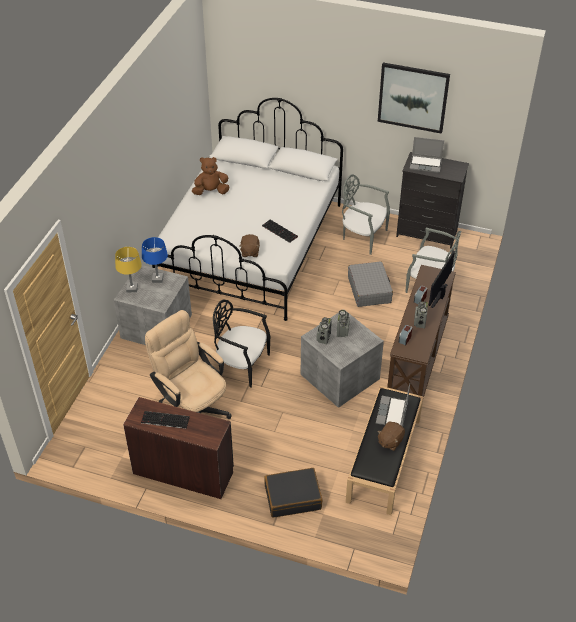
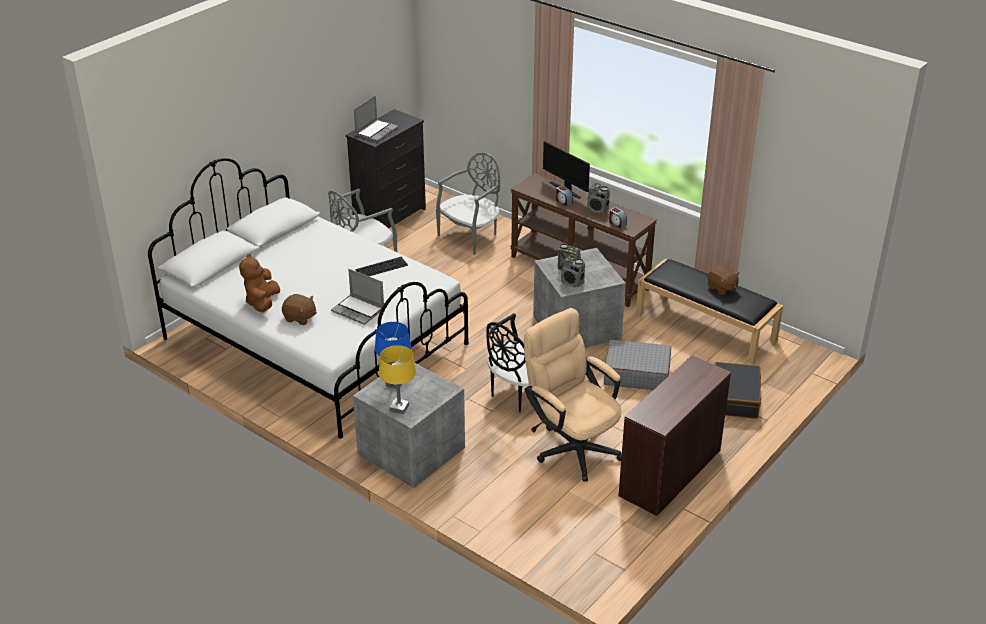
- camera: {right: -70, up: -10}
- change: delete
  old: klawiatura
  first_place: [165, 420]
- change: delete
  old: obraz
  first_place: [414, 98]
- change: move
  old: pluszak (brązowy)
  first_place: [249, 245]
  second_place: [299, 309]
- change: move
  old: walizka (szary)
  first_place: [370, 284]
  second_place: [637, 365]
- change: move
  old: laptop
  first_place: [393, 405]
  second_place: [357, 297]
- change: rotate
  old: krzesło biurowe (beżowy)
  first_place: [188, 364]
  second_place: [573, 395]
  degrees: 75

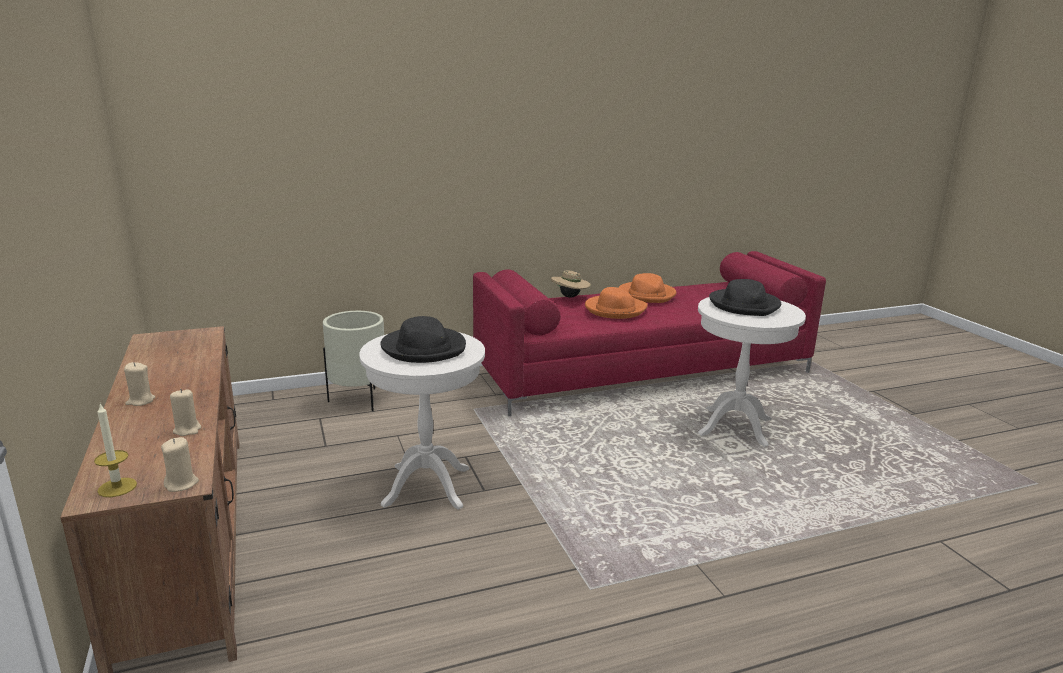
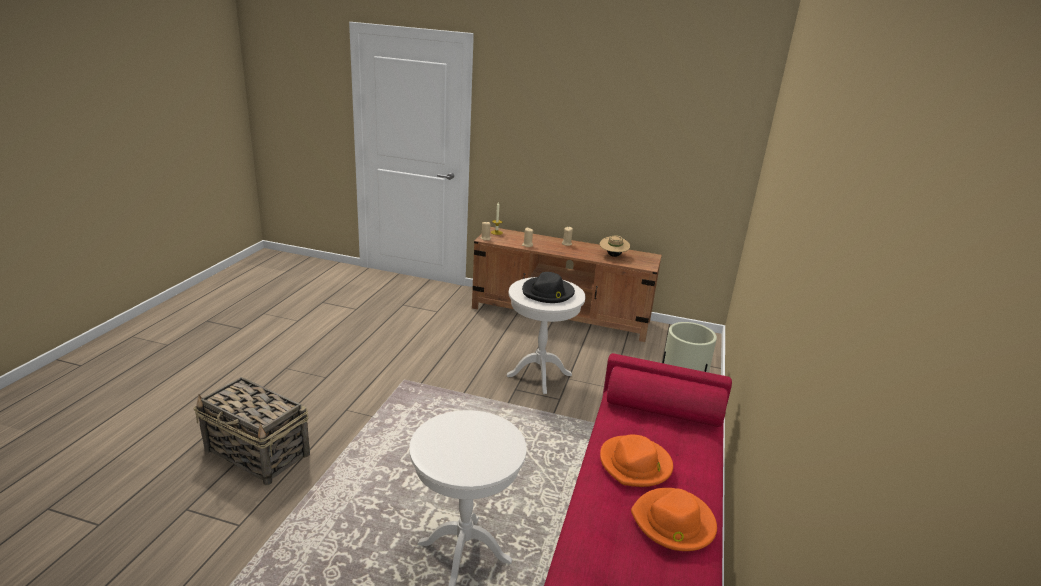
- camera: {right: 125, up: 5}
- change: delete
  old: kapelusz (czarny)
  first_place: [745, 297]
- change: insert
  new: koszyk
  second_place: [251, 431]
- change: move
  old: kapelusz (beżowy)
  first_place: [571, 284]
  second_place: [614, 246]

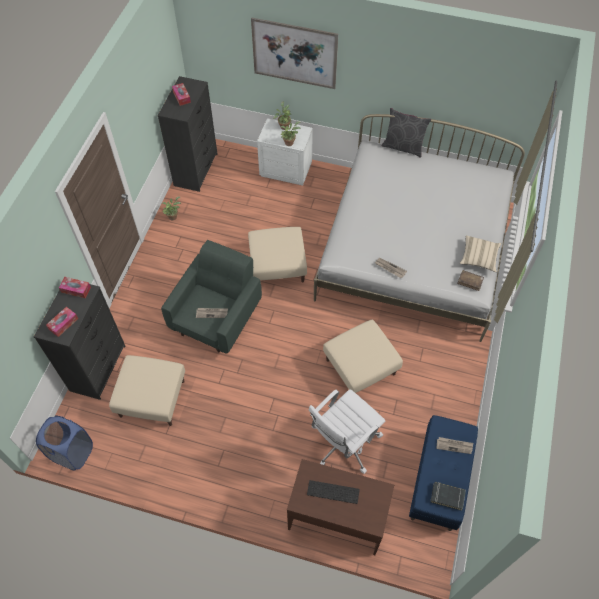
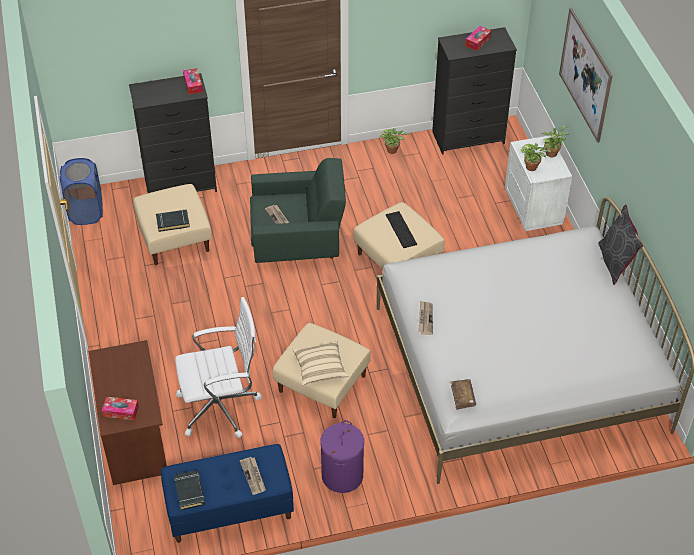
- camera: {right: 60, up: -10}
- change: insert
  new: książka (czarny)
  second_place: [173, 220]
- change: insert
  new: kosz na pranie (fioletowy)
  second_place: [342, 456]
- change: move
  old: pudełko chusteczek
  first_place: [62, 322]
  second_place: [120, 408]
- change: move
  old: klawiatura
  first_place: [333, 492]
  second_place: [401, 229]
- change: move
  old: poduszka (beżowy)
  first_place: [480, 253]
  second_place: [320, 363]
- change: rotate
  old: krzesło biurowe (biały)
  first_place: [347, 431]
  second_place: [218, 367]
  degrees: 150

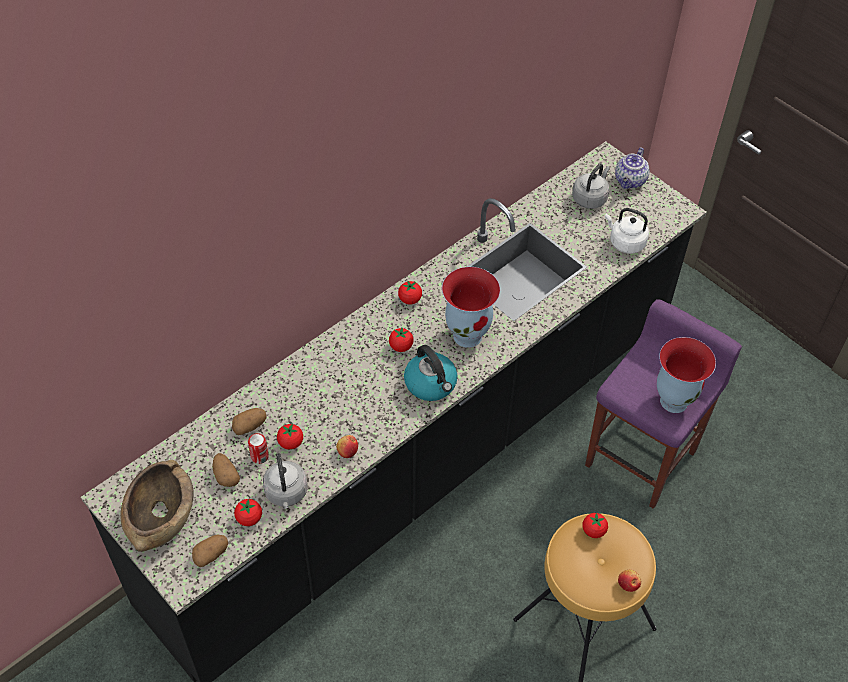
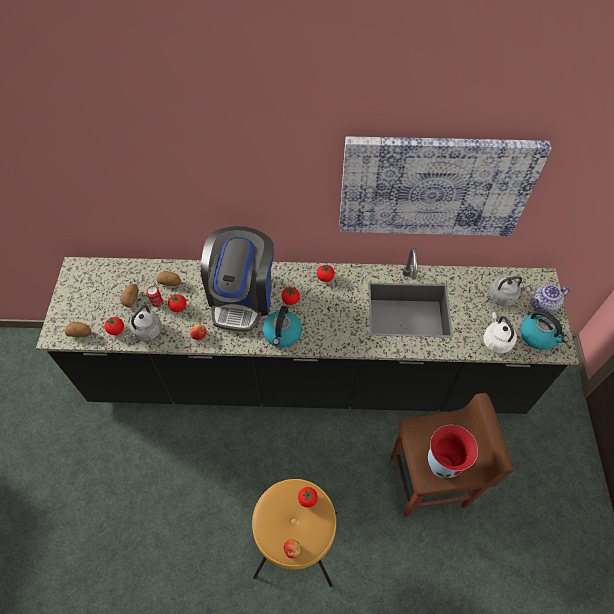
- camera: {right: 45, up: 5}
- change: delete
  old: miska (brązowy)
  first_place: [157, 506]
- change: delete
  old: wazon
  first_place: [471, 307]
- change: insert
  new: ekspres do kawy
  second_place: [237, 279]
- change: insert
  new: obraz
  second_place: [445, 186]
- change: insert
  new: czajnik
  second_place: [545, 330]
- change: recolor
  old: stołek (fioletowy)
  new: stołek (brązowy)
  first_place: [663, 404]
  second_place: [452, 455]

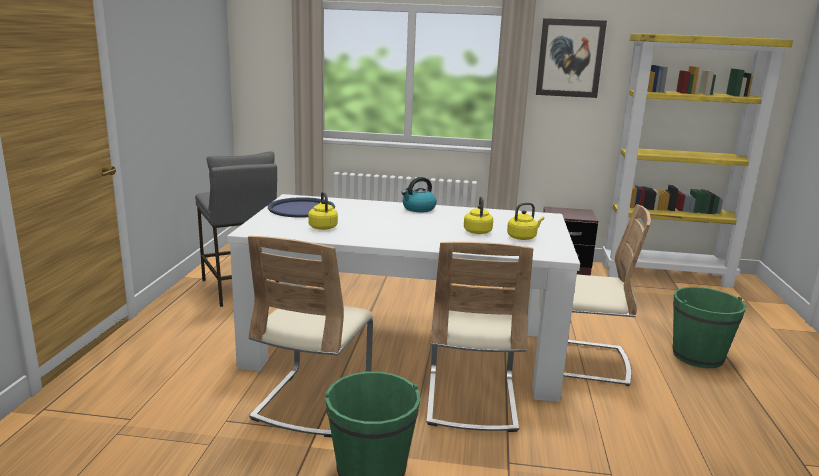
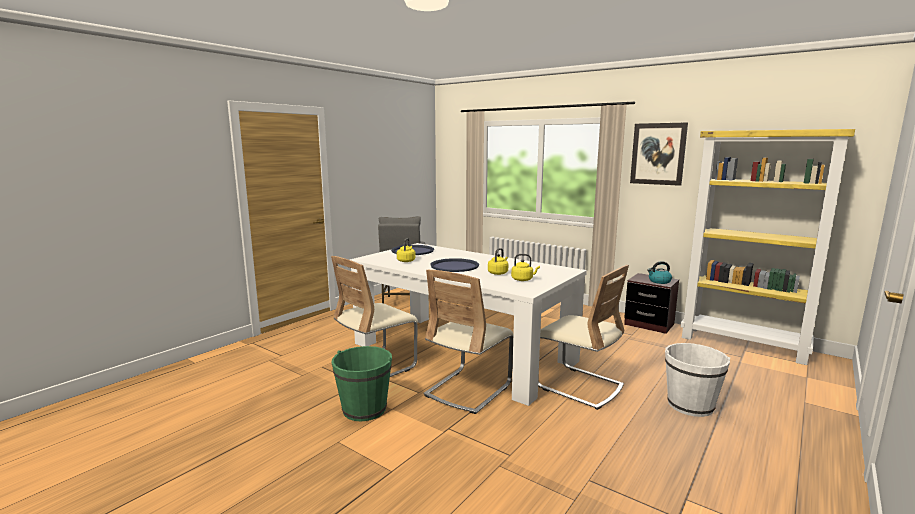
- camera: {right: 30, up: -5}
- change: insert
  new: taca (niebieski)
  second_place: [454, 265]
- change: move
  old: czajnik
  first_place: [418, 194]
  second_place: [659, 272]
- change: recolor
  old: wiadro (zielony)
  new: wiadro (biały)
  first_place: [709, 327]
  second_place: [697, 380]

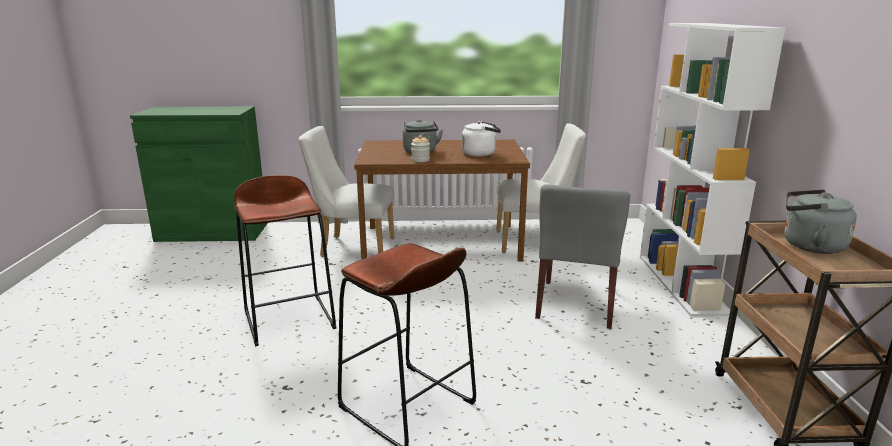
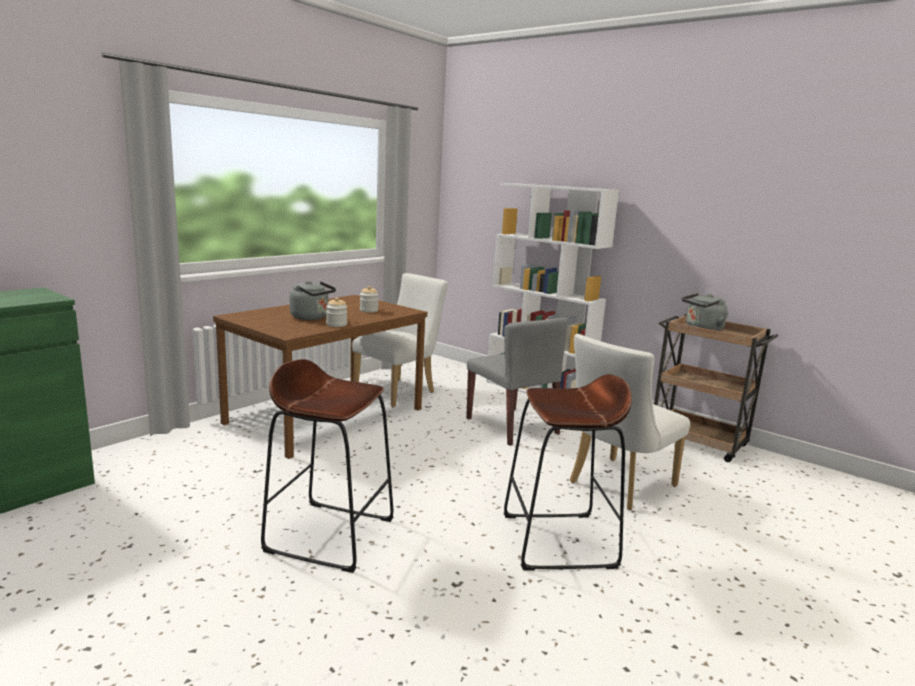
- camera: {right: -50, up: -5}
- change: move
  old: krzesło (biały)
  first_place: [346, 191]
  second_place: [630, 422]
- change: replace
  old: czajnik (biały)
  new: słoik
  first_place: [481, 139]
  second_place: [369, 299]

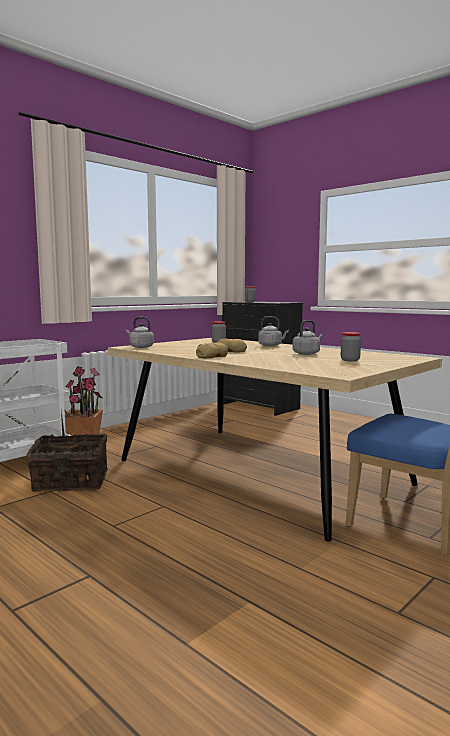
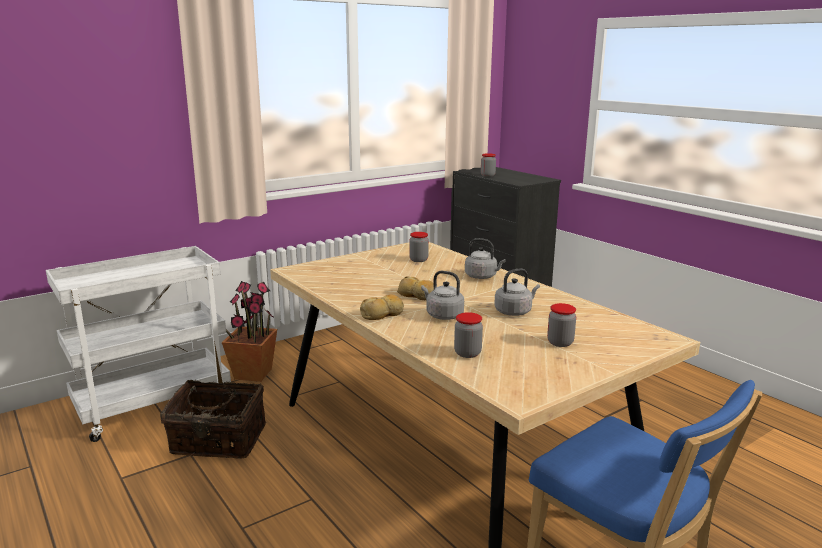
- camera: {right: 10, up: 10}
- change: insert
  new: słoik
  second_place: [468, 335]
- change: move
  old: czajnik (szary)
  first_place: [140, 332]
  second_place: [442, 295]

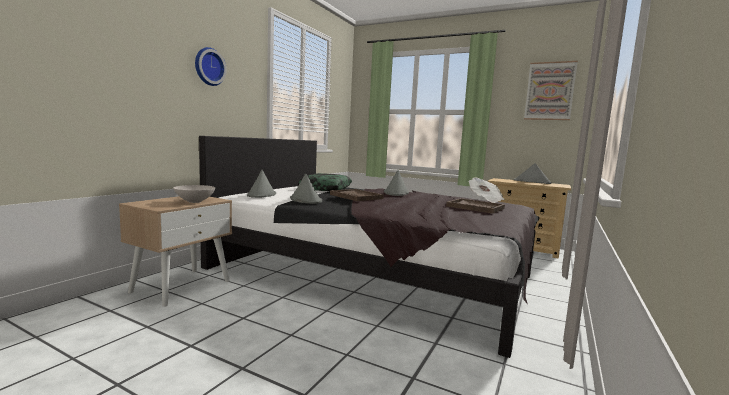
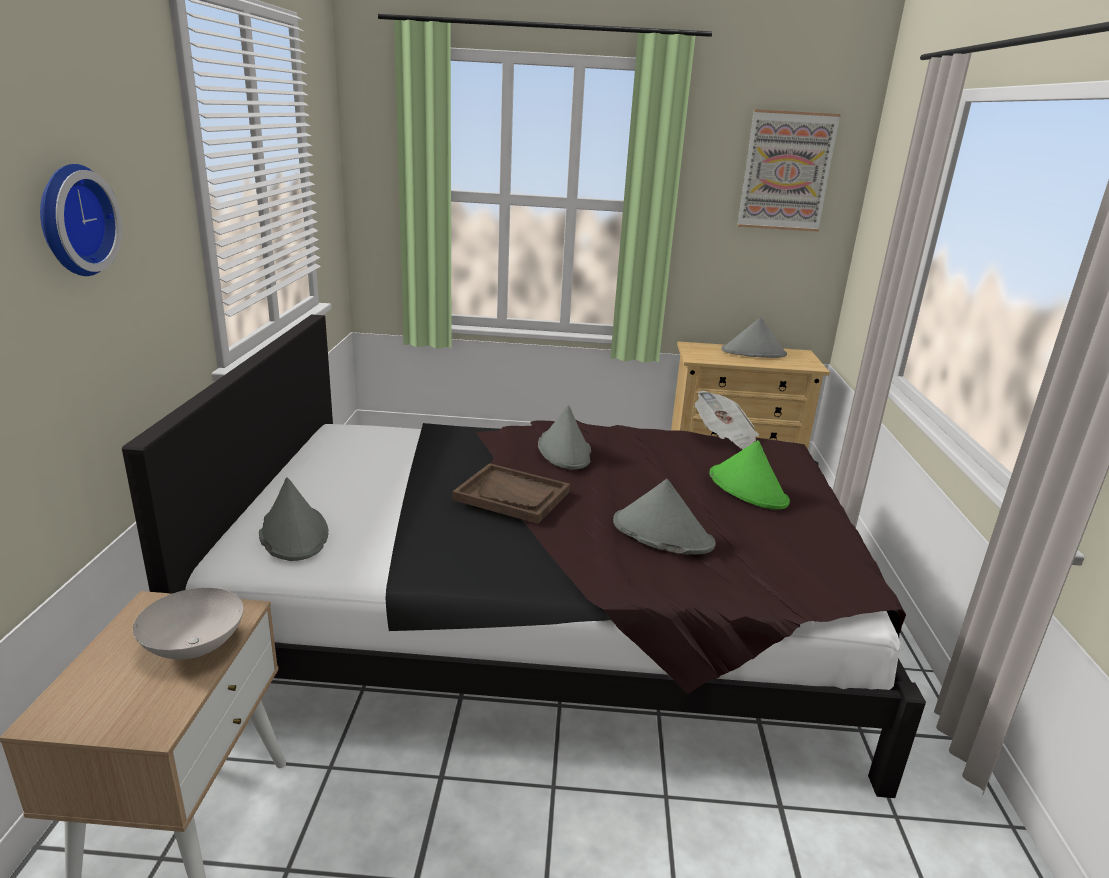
- camera: {right: -25, up: 15}
- change: delete
  old: poduszka
  first_place: [325, 182]
- change: move
  old: kapelusz (szary)
  first_place: [306, 189]
  second_place: [664, 517]
- change: replace
  old: taca (brązowy)
  new: kapelusz (zielony)
  first_place: [475, 206]
  second_place: [749, 475]

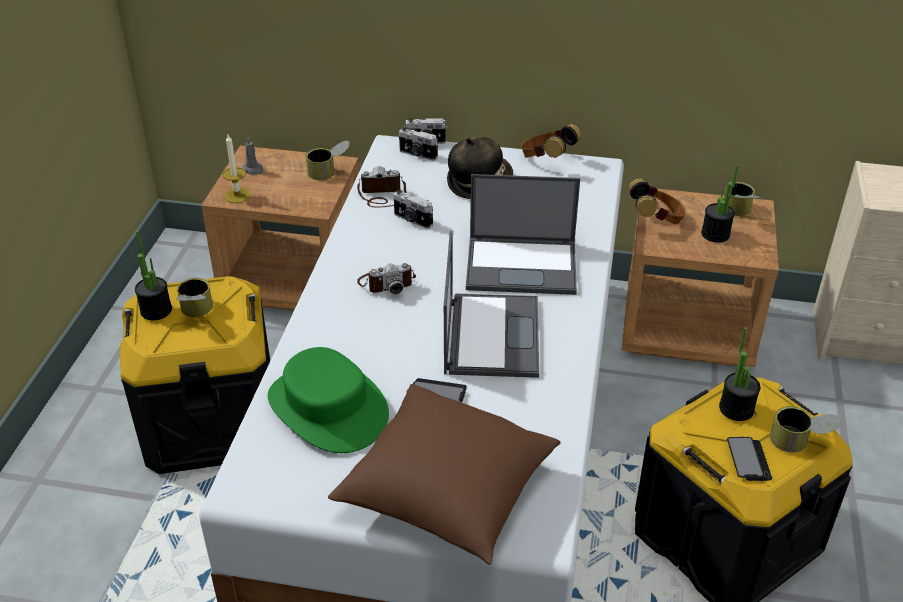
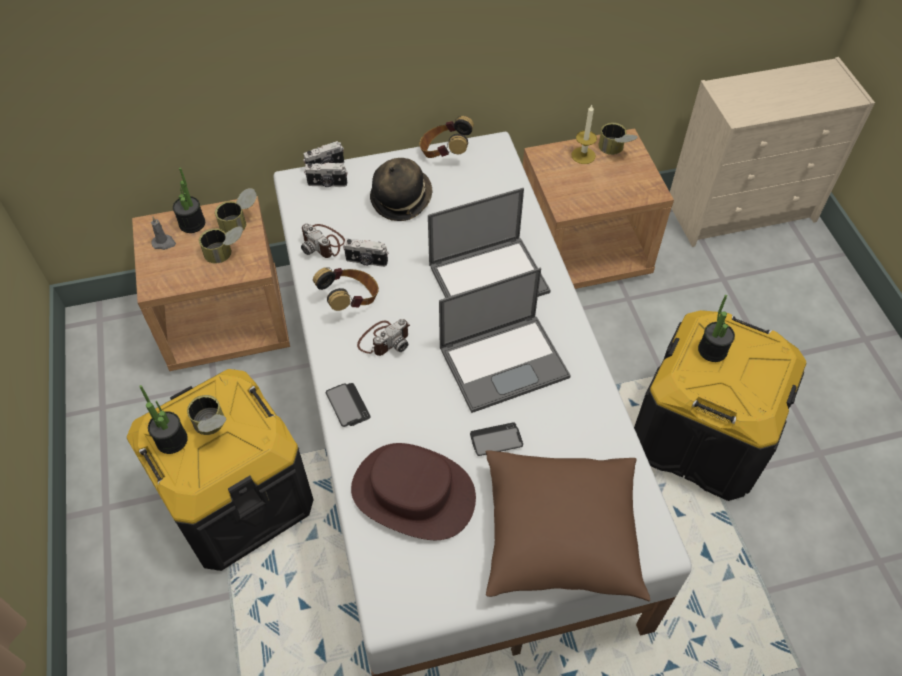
- camera: {right: -25, up: 15}
- change: move
  old: świeca
  first_place: [237, 169]
  second_place: [584, 134]
- change: move
  old: słuchawki
  first_place: [657, 201]
  second_place: [346, 289]
- change: move
  old: roślina doniczkowa
  first_place: [719, 204]
  second_place: [189, 200]
- change: move
  old: telefon
  first_place: [749, 459]
  second_place: [348, 405]
- change: move
  old: puszka
  first_place: [806, 429]
  second_place: [221, 245]
- change: recolor
  old: kapelusz (zielony)
  new: kapelusz (brązowy)
  first_place: [328, 400]
  second_place: [413, 491]
- change: rotate
  old: aparat fotograficzny
  first_place: [382, 187]
  second_place: [323, 240]
  degrees: -105
- change: rotate
  old: laptop
  first_place: [491, 304]
  second_place: [505, 340]
  degrees: 90

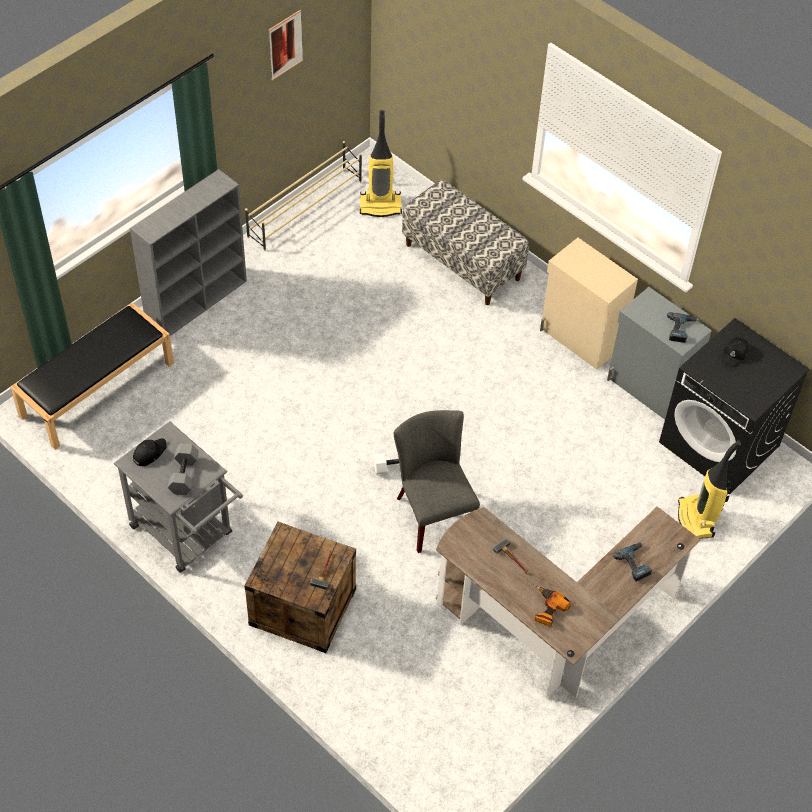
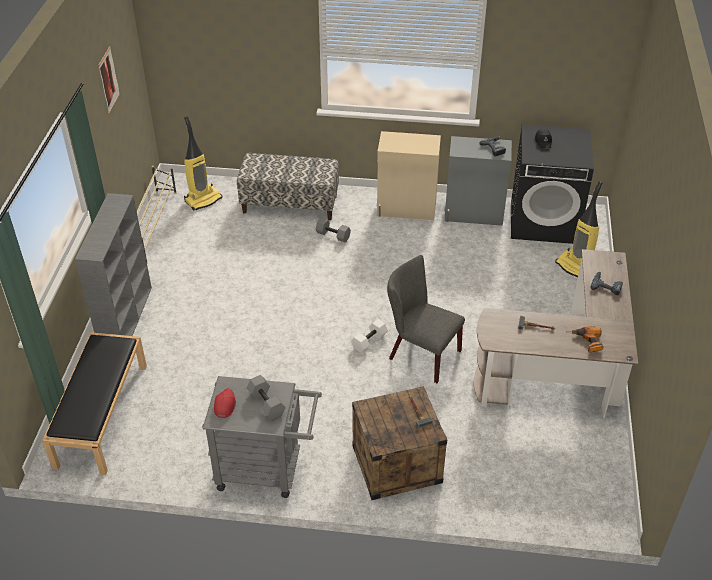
- camera: {right: -35, up: -10}
- change: insert
  new: hantel (szary)
  second_place: [333, 230]
- change: recolor
  old: czapka z daszkiem (czarny)
  new: czapka z daszkiem (czerwony)
  first_place: [150, 452]
  second_place: [225, 403]

